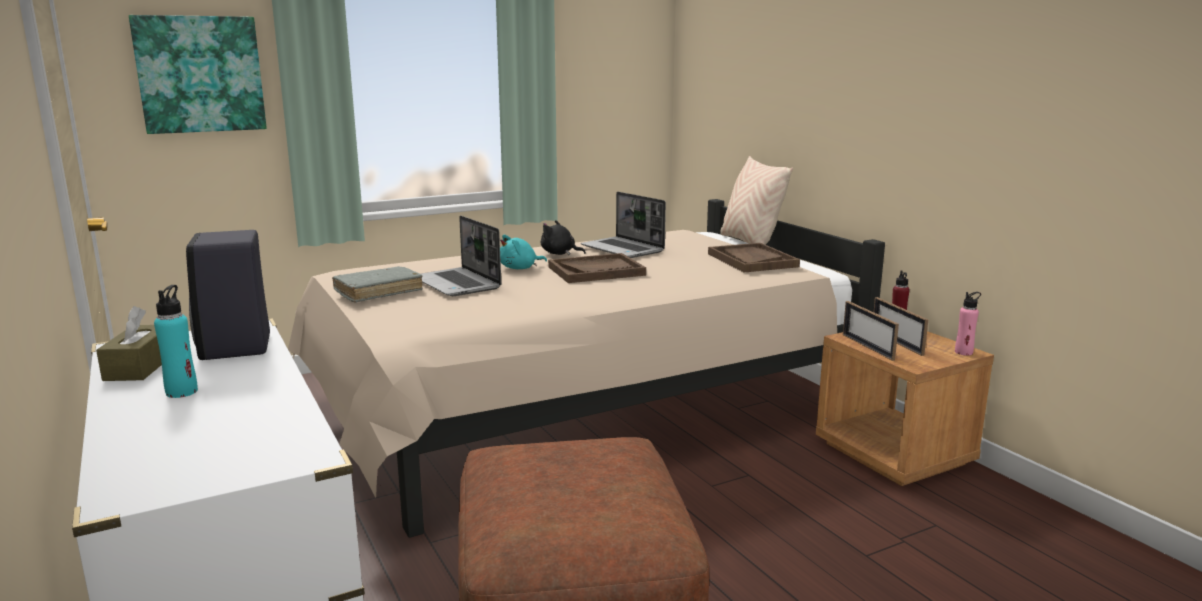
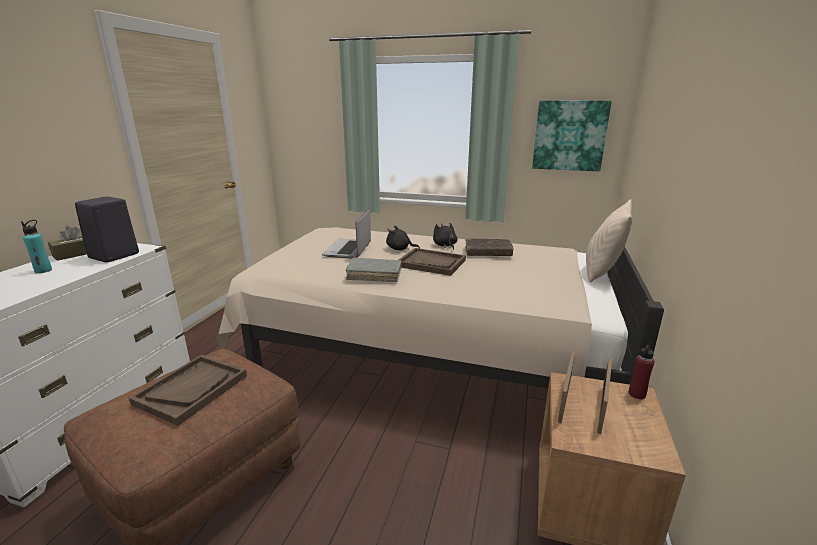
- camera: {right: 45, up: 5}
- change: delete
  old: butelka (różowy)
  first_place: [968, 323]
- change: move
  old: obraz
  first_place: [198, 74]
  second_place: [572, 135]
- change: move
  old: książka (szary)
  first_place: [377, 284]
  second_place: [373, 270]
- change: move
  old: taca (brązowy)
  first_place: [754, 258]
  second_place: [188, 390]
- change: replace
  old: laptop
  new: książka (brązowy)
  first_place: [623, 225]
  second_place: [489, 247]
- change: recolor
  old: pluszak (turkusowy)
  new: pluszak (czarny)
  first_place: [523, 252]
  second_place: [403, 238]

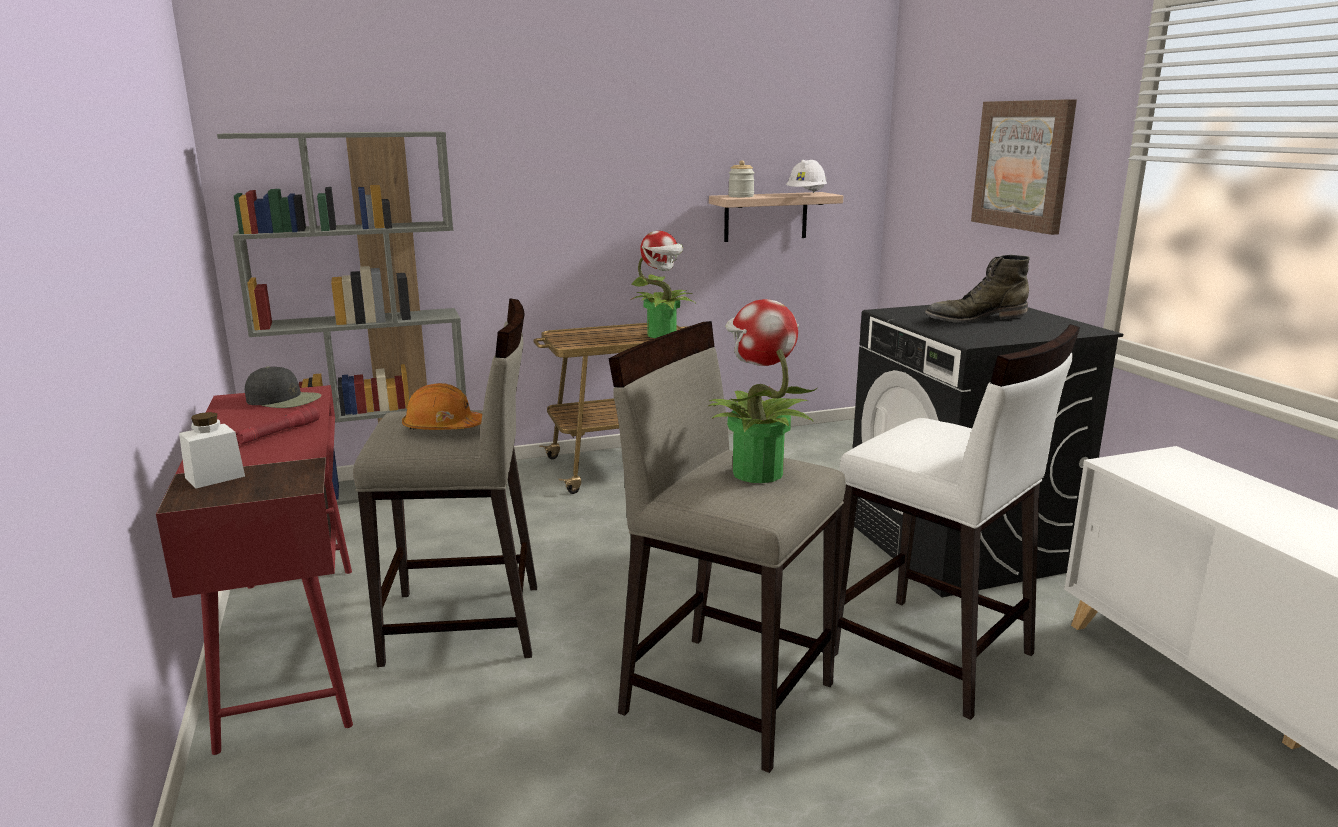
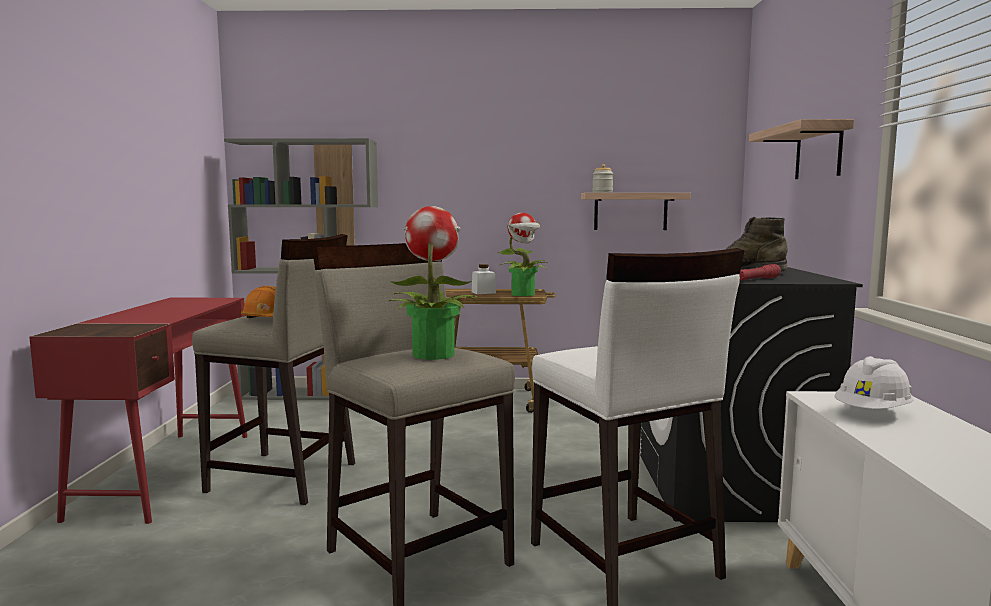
- camera: {right: 20, up: -10}
- change: delete
  old: czapka z daszkiem (czarny)
  first_place: [283, 387]
- change: move
  old: słoik (biały)
  first_place: [212, 450]
  second_place: [484, 279]
- change: move
  old: latarka (czerwony)
  first_place: [278, 425]
  second_place: [760, 272]
- change: move
  old: kask (biały)
  first_place: [806, 176]
  second_place: [874, 382]
- change: replace
  old: obraz
  new: półka
  first_place: [1024, 167]
  second_place: [801, 149]

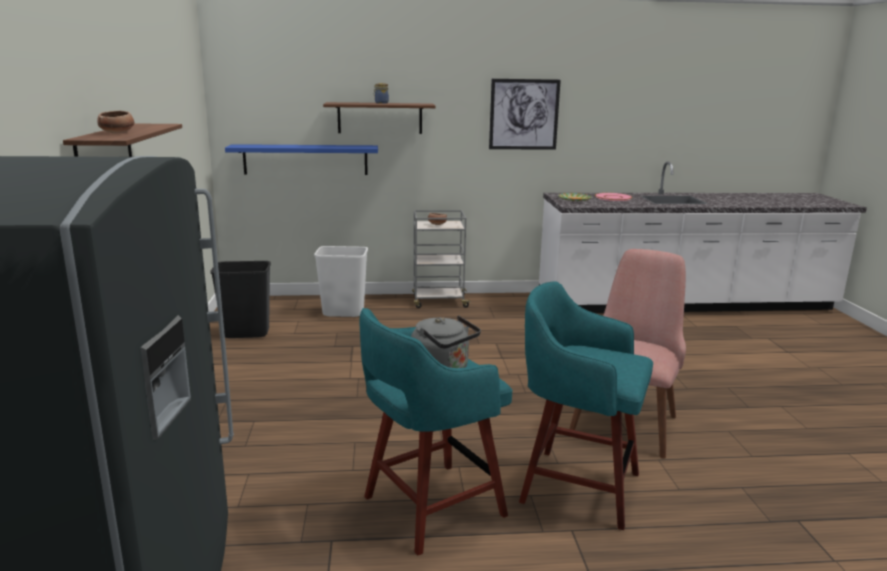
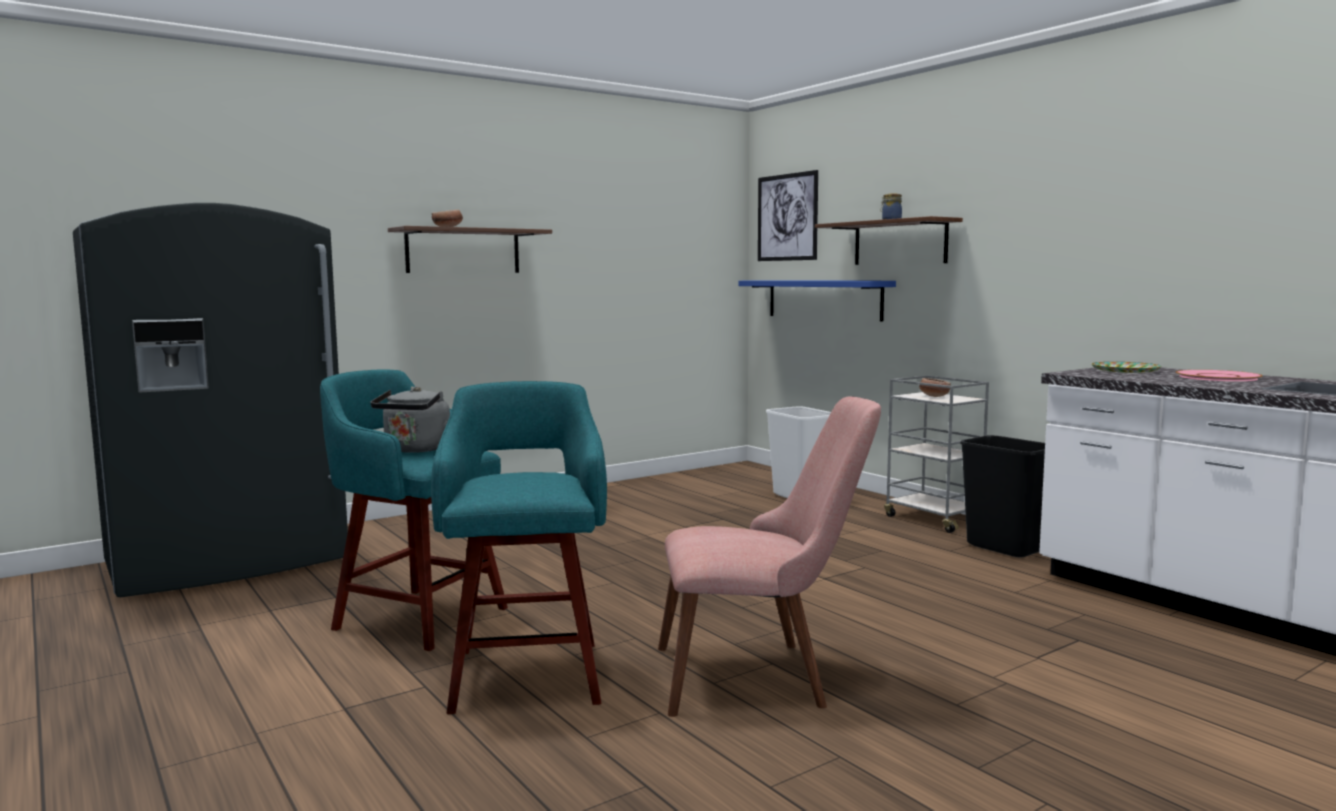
- camera: {right: 60, up: -10}
- change: move
  old: kosz na śmieci (czarny)
  first_place: [240, 299]
  second_place: [1002, 496]
- change: move
  old: obraz
  first_place: [525, 114]
  second_place: [788, 215]

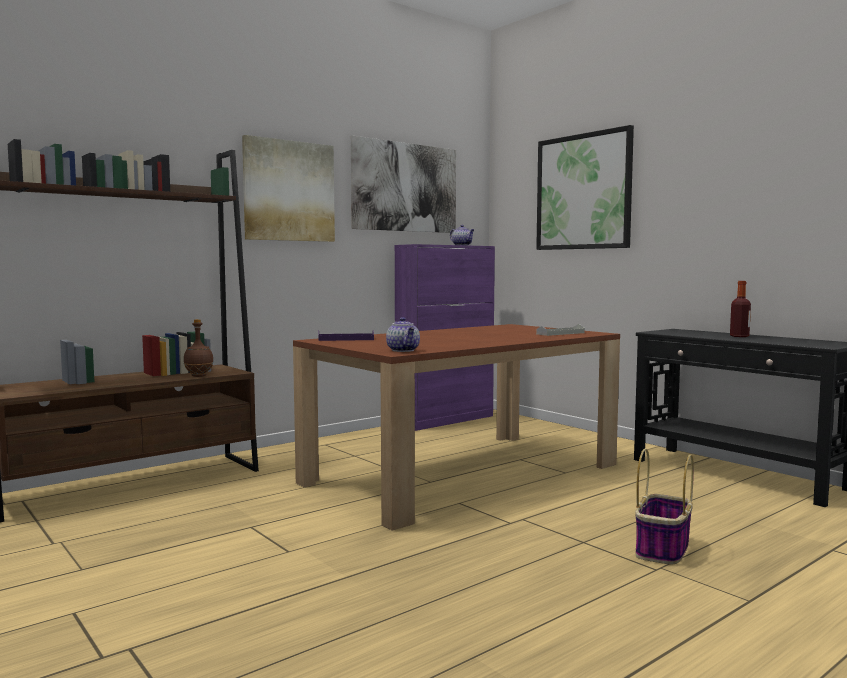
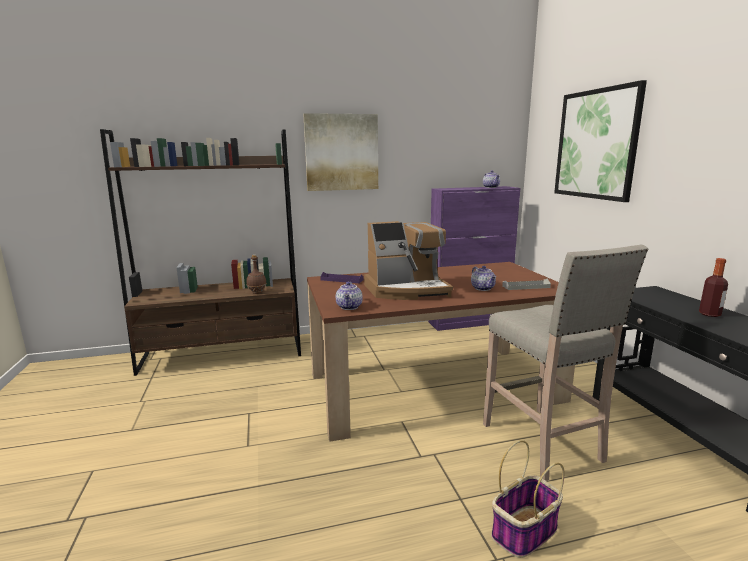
- camera: {right: 25, up: 10}
- change: delete
  old: obraz
  first_place: [403, 184]
- change: insert
  new: ekspres do kawy
  second_place: [408, 260]
- change: insert
  new: imbryk
  second_place: [483, 278]
- change: insert
  new: stołek (beżowy)
  second_place: [565, 363]

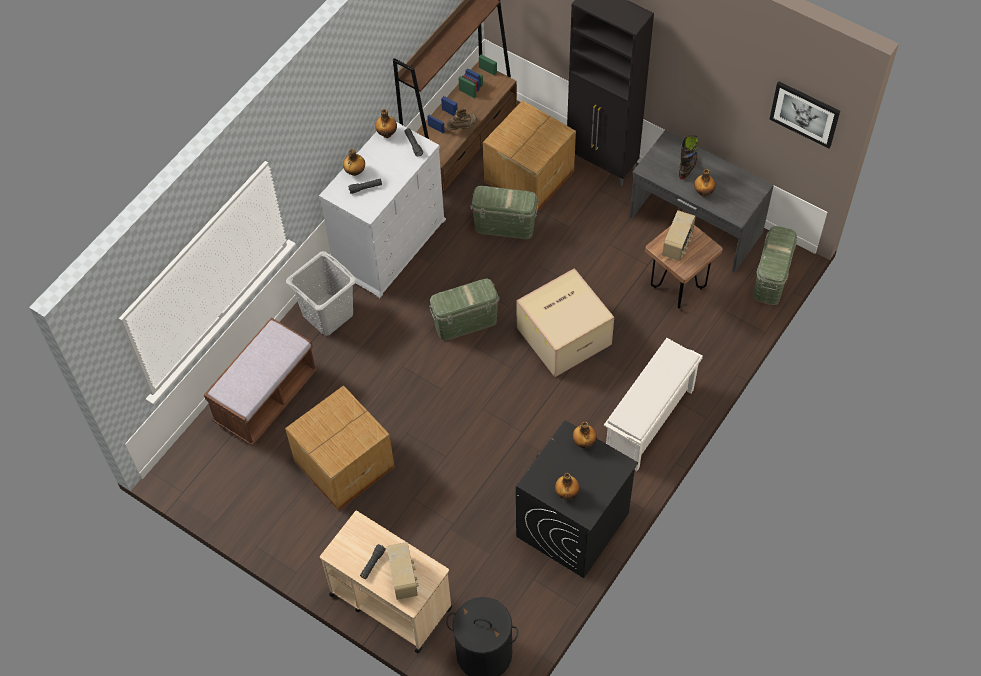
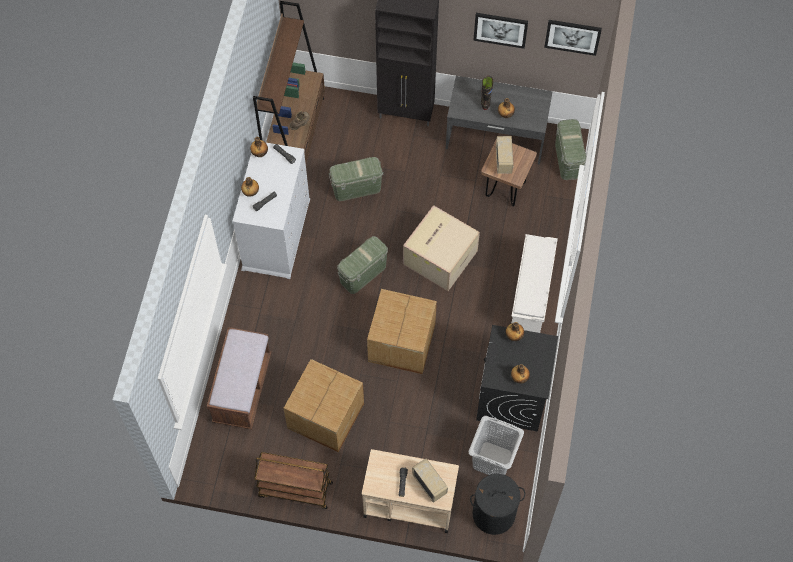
- camera: {right: -25, up: 5}
- change: insert
  new: wózek (brązowy)
  second_place: [293, 480]
- change: insert
  new: obraz
  second_place: [500, 31]
- change: move
  old: kosz na pranie (szary)
  first_place: [321, 293]
  second_place: [496, 445]
- change: move
  old: karton
  first_place: [529, 156]
  second_place: [402, 331]

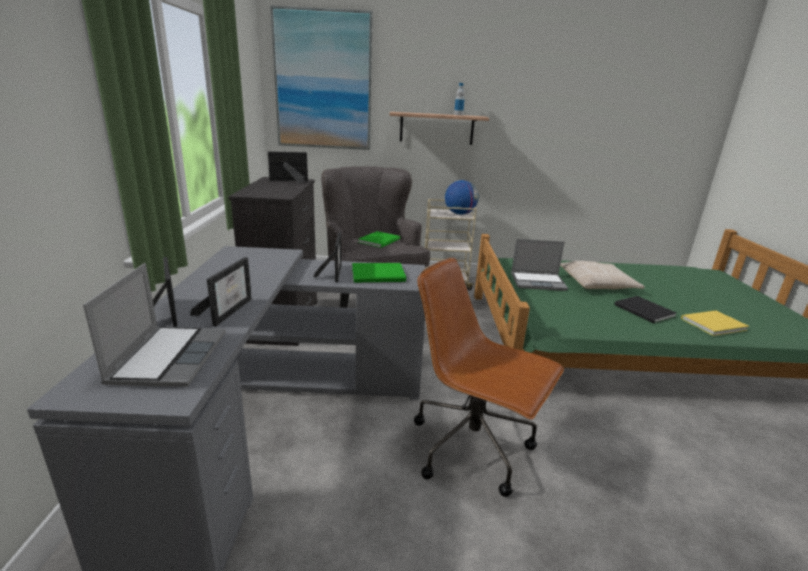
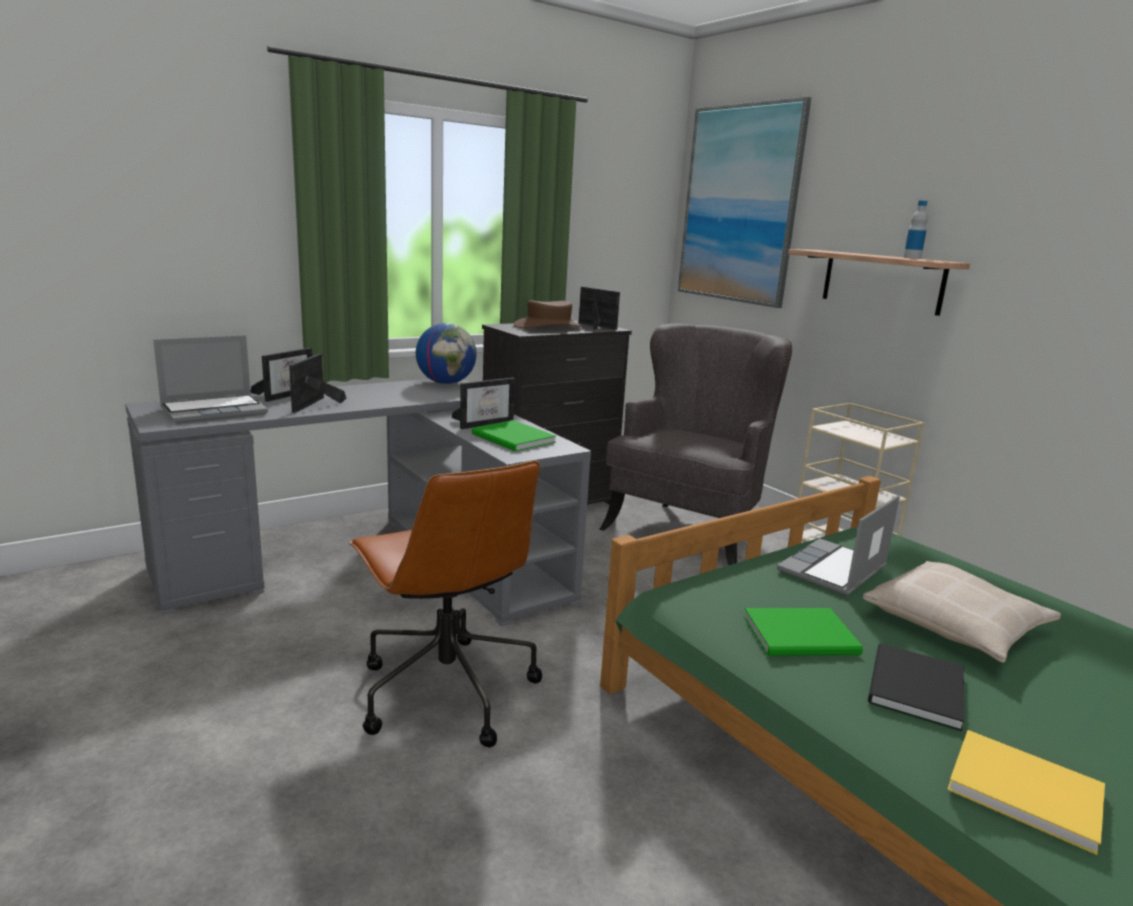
- camera: {right: 55, up: -5}
- change: insert
  new: kapelusz (brązowy)
  second_place: [549, 314]
- change: move
  old: książka (zielony)
  first_place: [379, 239]
  second_place: [803, 632]
- change: move
  old: globus
  first_place: [462, 197]
  second_place: [446, 353]
- change: rotate
  old: ramka na zdjęcie
  first_place: [221, 291]
  second_place: [317, 383]
  degrees: 120
- change: rotate
  old: krzesło biurowe (brązowy)
  first_place: [489, 377]
  second_place: [445, 603]
  degrees: 150
- change: rotate
  old: laptop
  first_place: [539, 265]
  second_place: [838, 545]
  degrees: 75

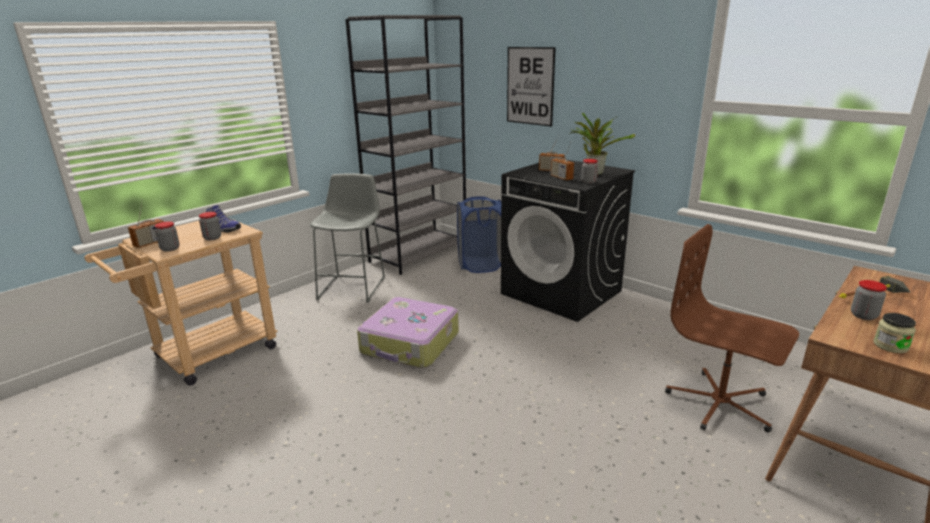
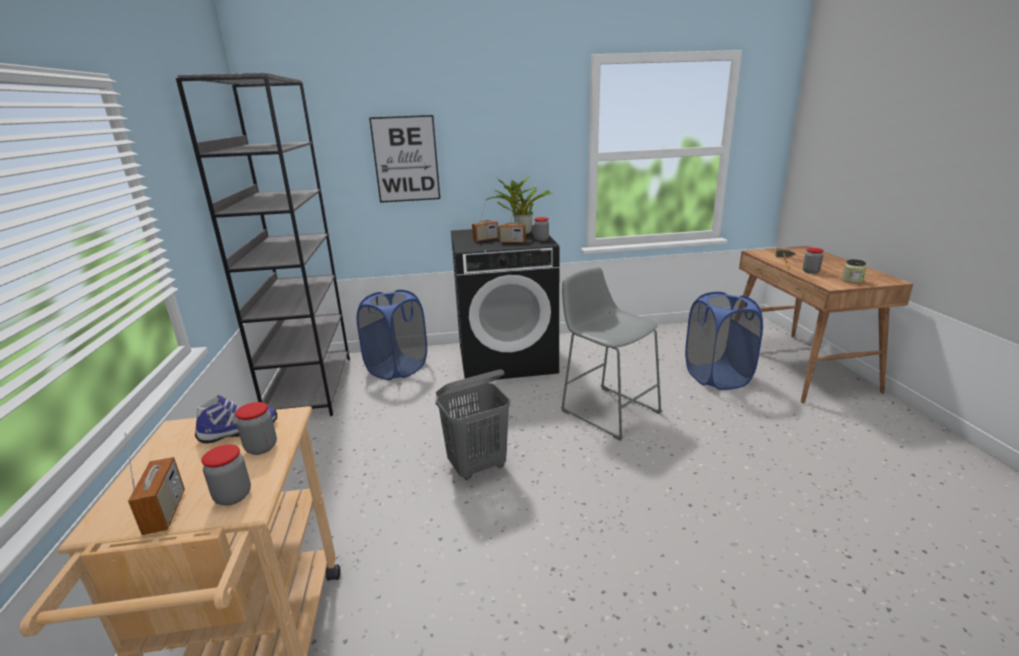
- camera: {right: -50, up: 0}
- change: move
  old: stołek (szary)
  first_place: [347, 238]
  second_place: [611, 354]
- change: replace
  old: walizka
  new: kosz na pranie (szary)
  first_place: [408, 332]
  second_place: [473, 424]
- change: replace
  old: krzesło biurowe (brązowy)
  new: kosz na pranie (niebieski)
  first_place: [732, 328]
  second_place: [724, 341]

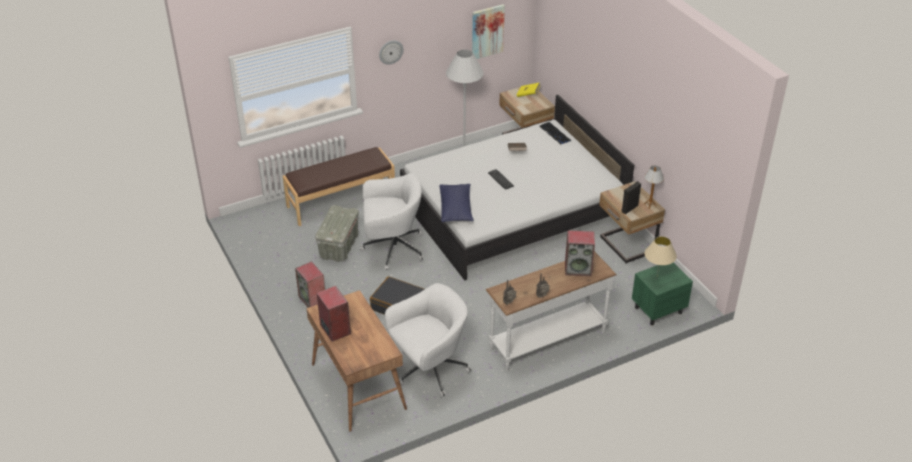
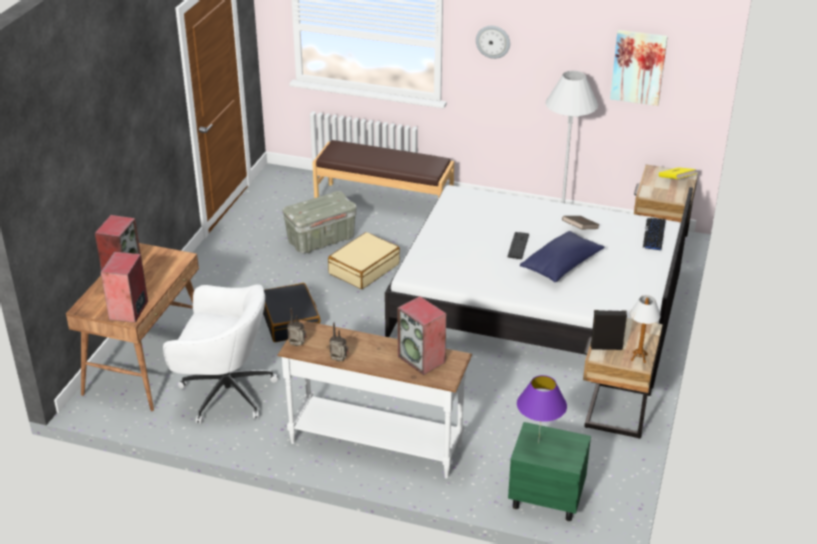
- camera: {right: 45, up: -5}
- change: move
  old: głośnik
  first_place: [310, 284]
  second_place: [124, 287]
- change: move
  old: poduszka (niebieski)
  first_place: [456, 203]
  second_place: [562, 256]
- change: replace
  old: krzesło biurowe (biały)
  new: walizka (beżowy)
  first_place: [392, 221]
  second_place: [364, 260]
- change: recolor
  old: lampa stołowa (beżowy)
  new: lampa stołowa (fioletowy)
  first_place: [661, 258]
  second_place: [542, 409]

